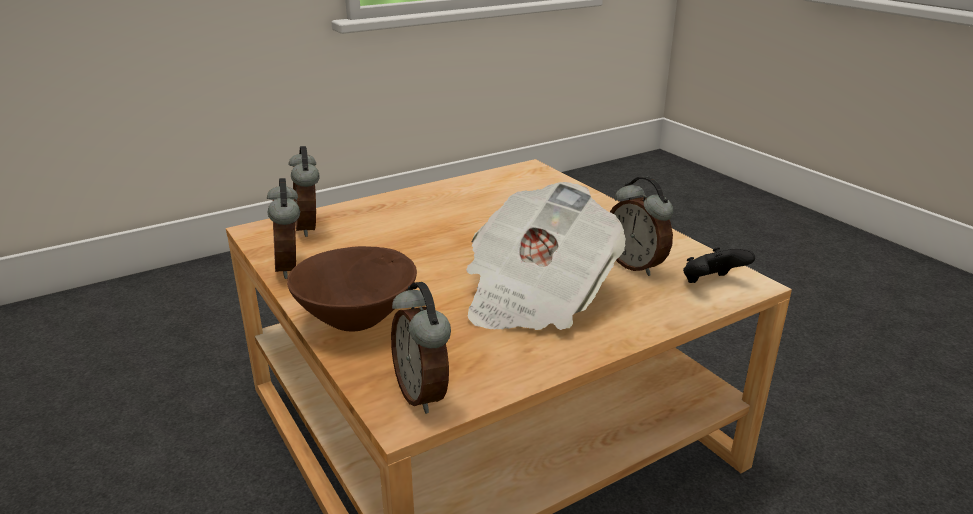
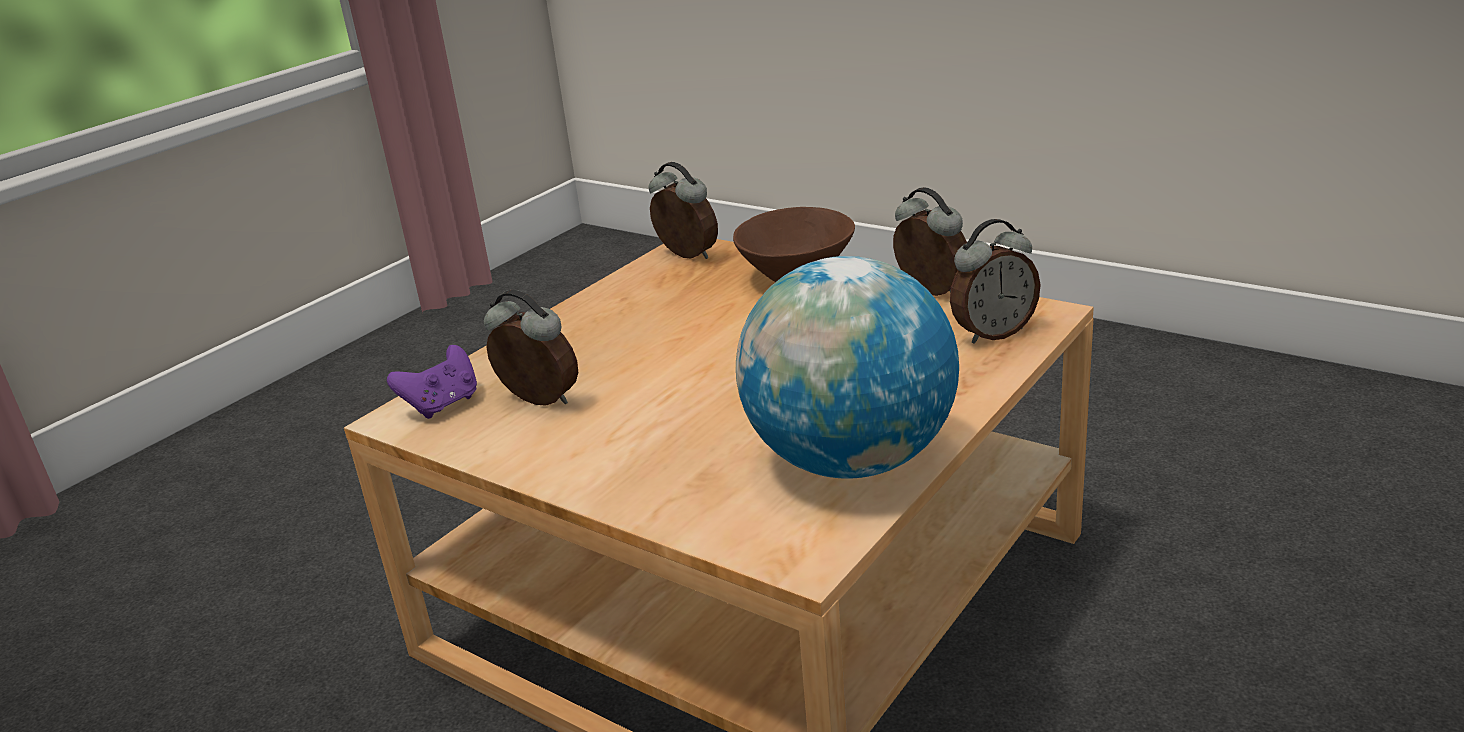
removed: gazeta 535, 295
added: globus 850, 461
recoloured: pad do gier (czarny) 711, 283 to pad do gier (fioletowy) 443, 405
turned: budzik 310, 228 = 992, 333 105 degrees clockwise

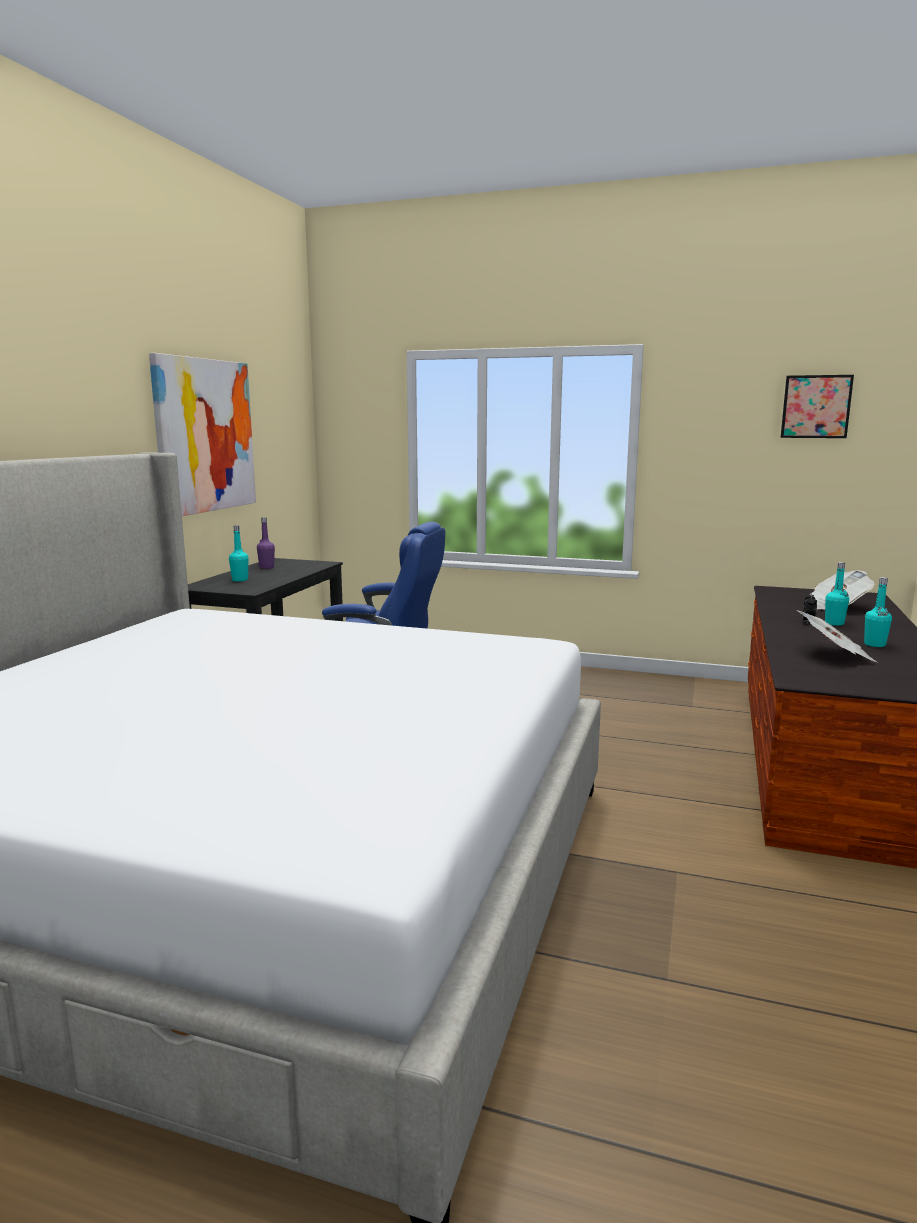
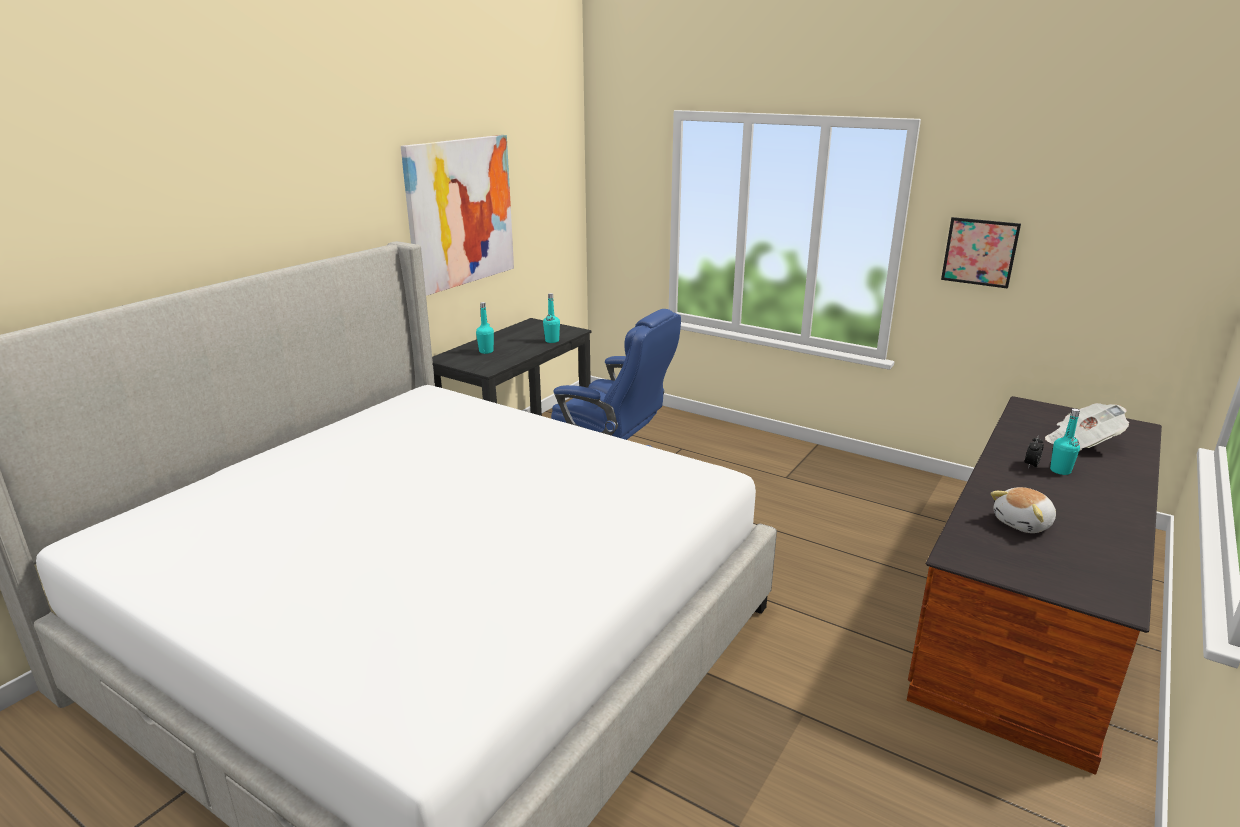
removed: butelka (fioletowy) 266, 567
moved: butelka (turkusowy) 874, 644 to 552, 341; obraz 816, 406 to 980, 252
replaced: gazeta 835, 656 to pluszak 1023, 523

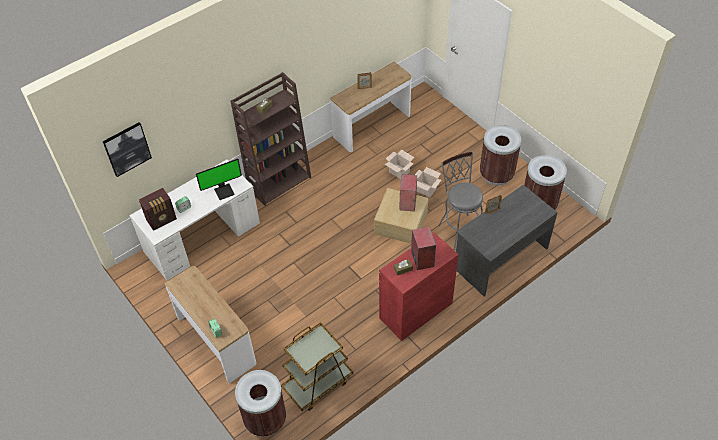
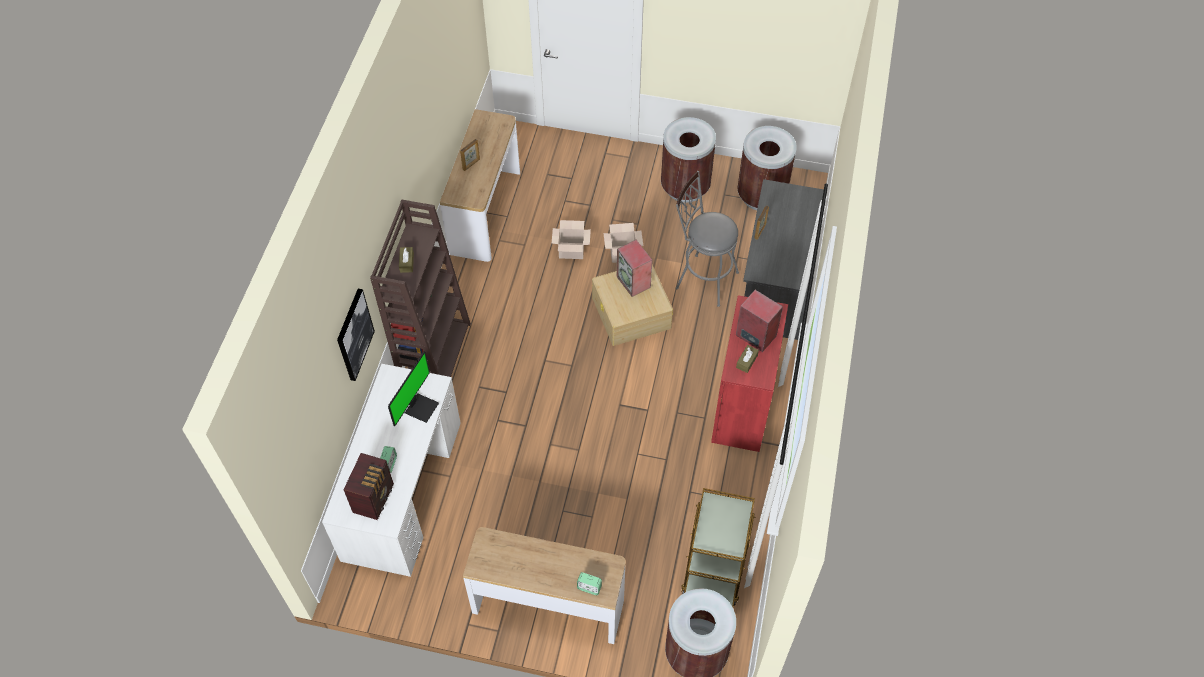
moved: obraz 127, 149 to 354, 334

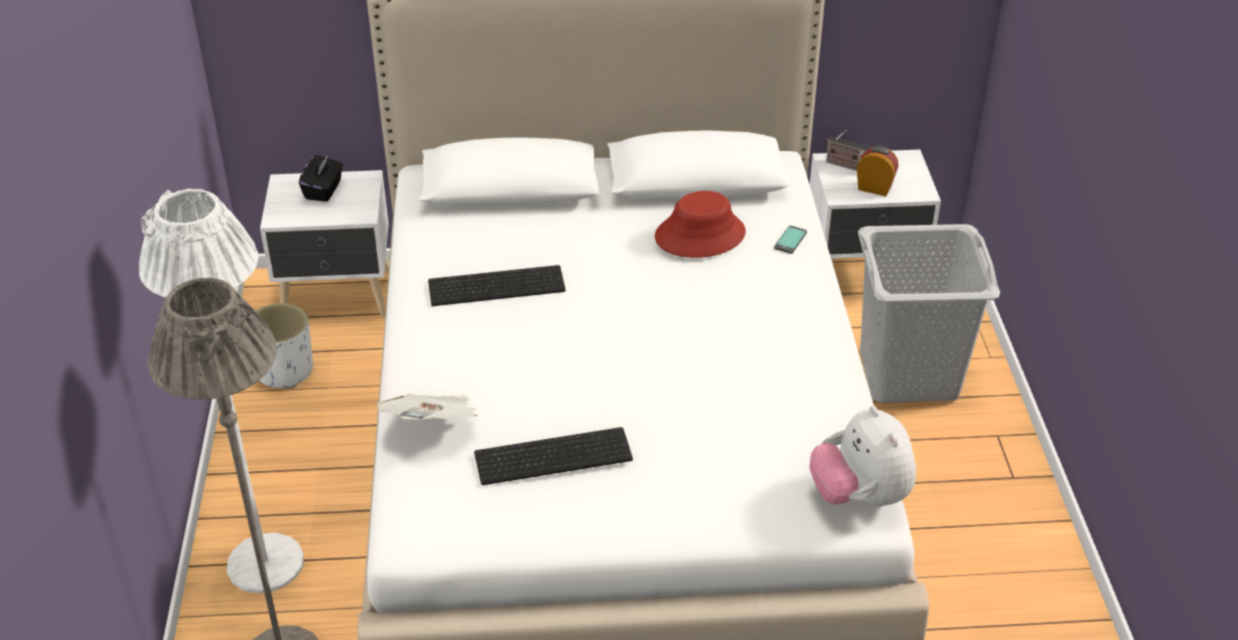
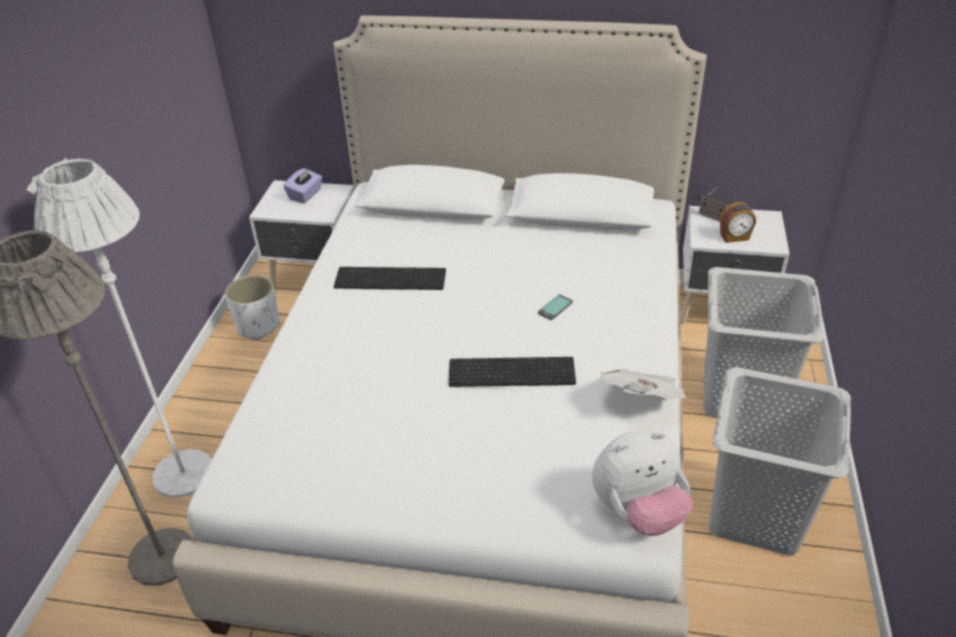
removed: kapelusz (czerwony) 700, 235
added: kosz na pranie (szary) 756, 515
moved: klawiatura 554, 454 to 513, 370; telefon 790, 240 to 555, 308; gazeta 433, 426 to 644, 400
recoloured: pudełko chusteczek (czarny) 324, 190 to pudełko chusteczek (fioletowy) 305, 195
turned: pluszak 860, 496 = 638, 511 105 degrees counterclockwise; budzik 875, 187 = 734, 237 135 degrees clockwise

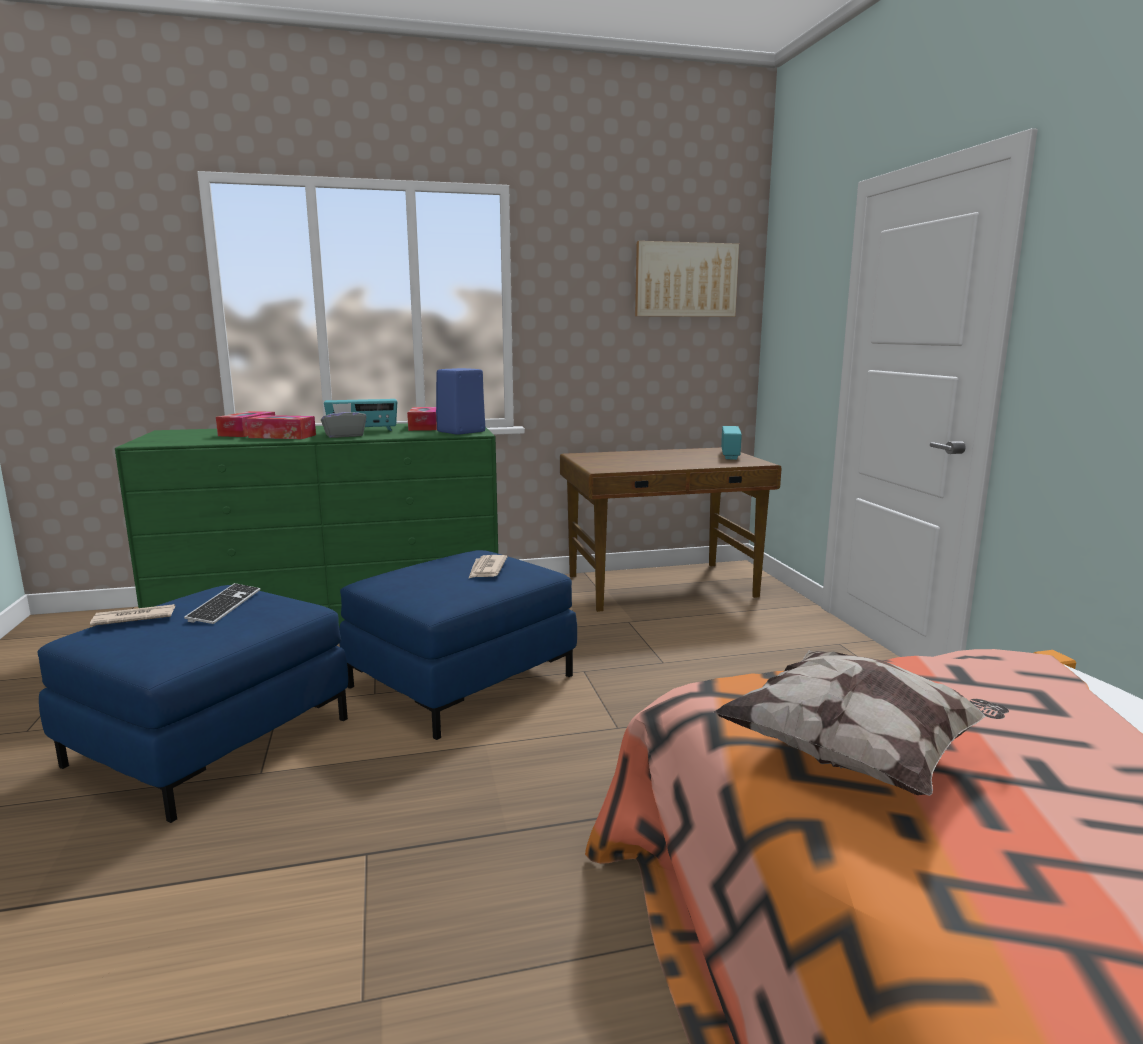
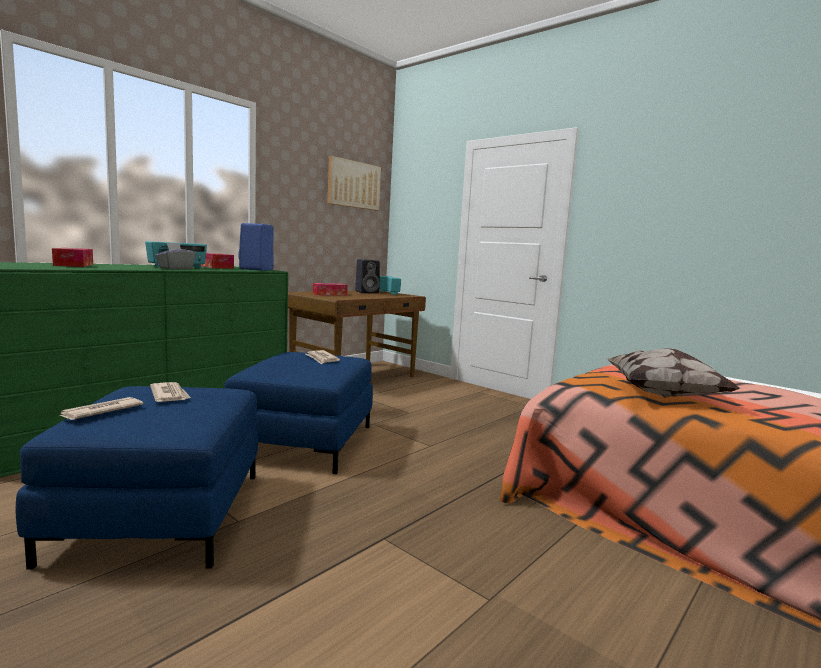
added: głośnik (czarny) 367, 292
moved: pudełko chusteczek 282, 436 to 329, 294
replaced: klawiatura 225, 605 to gazeta 170, 395

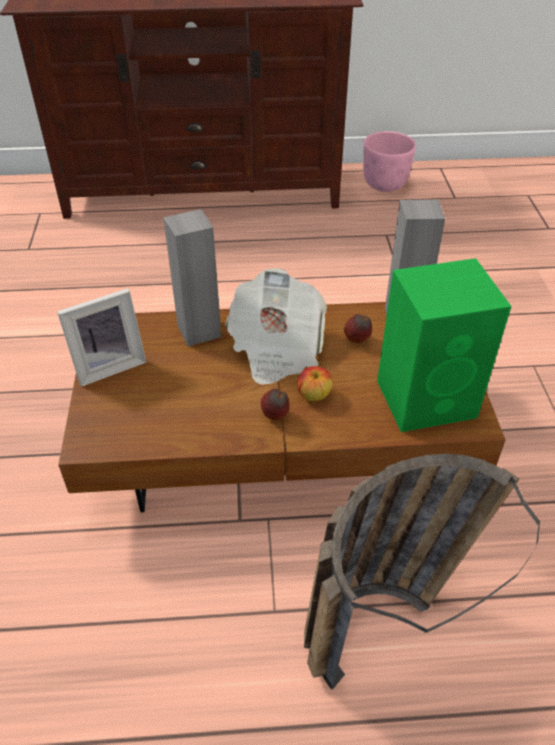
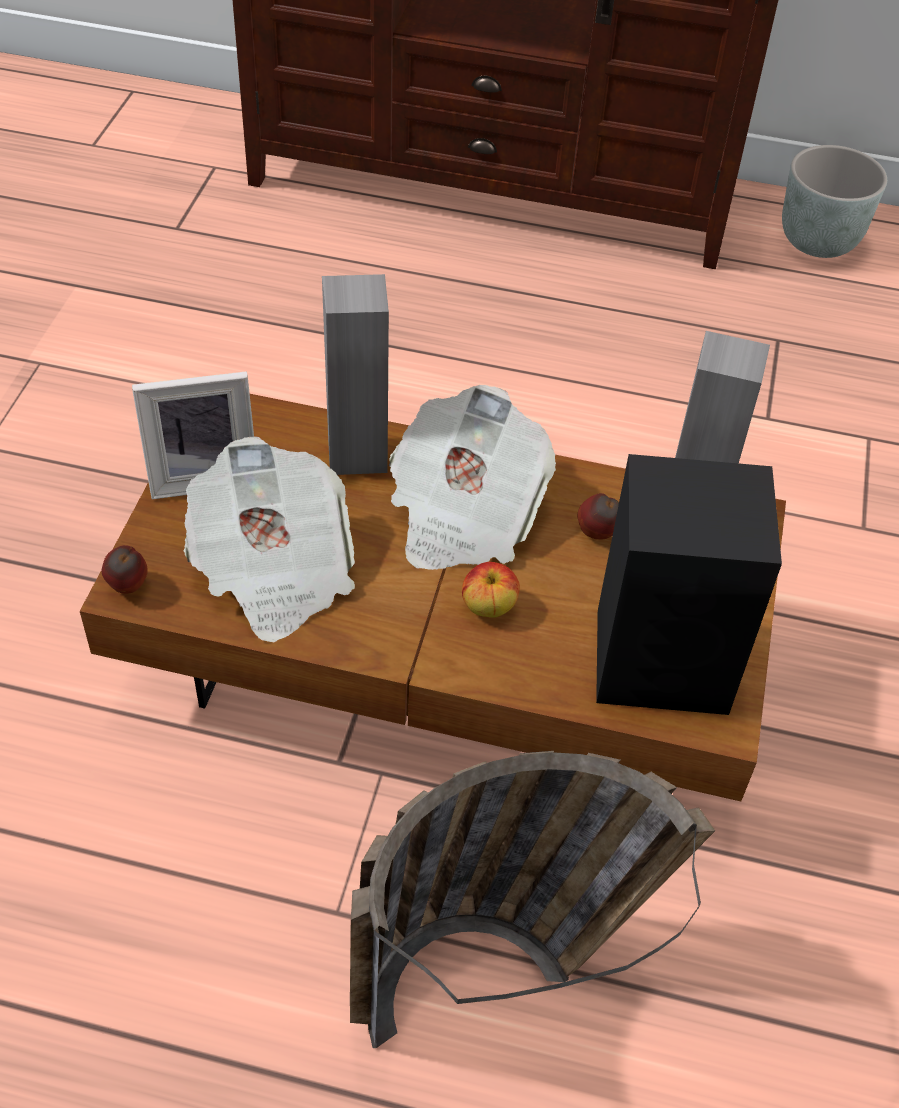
added: gazeta 273, 570
moved: jabłko 275, 416 to 128, 587
recoloured: głośnik (zielony) 428, 398 to głośnik (czarny) 665, 661; donica (różowy) 385, 185 to donica (szary) 819, 242

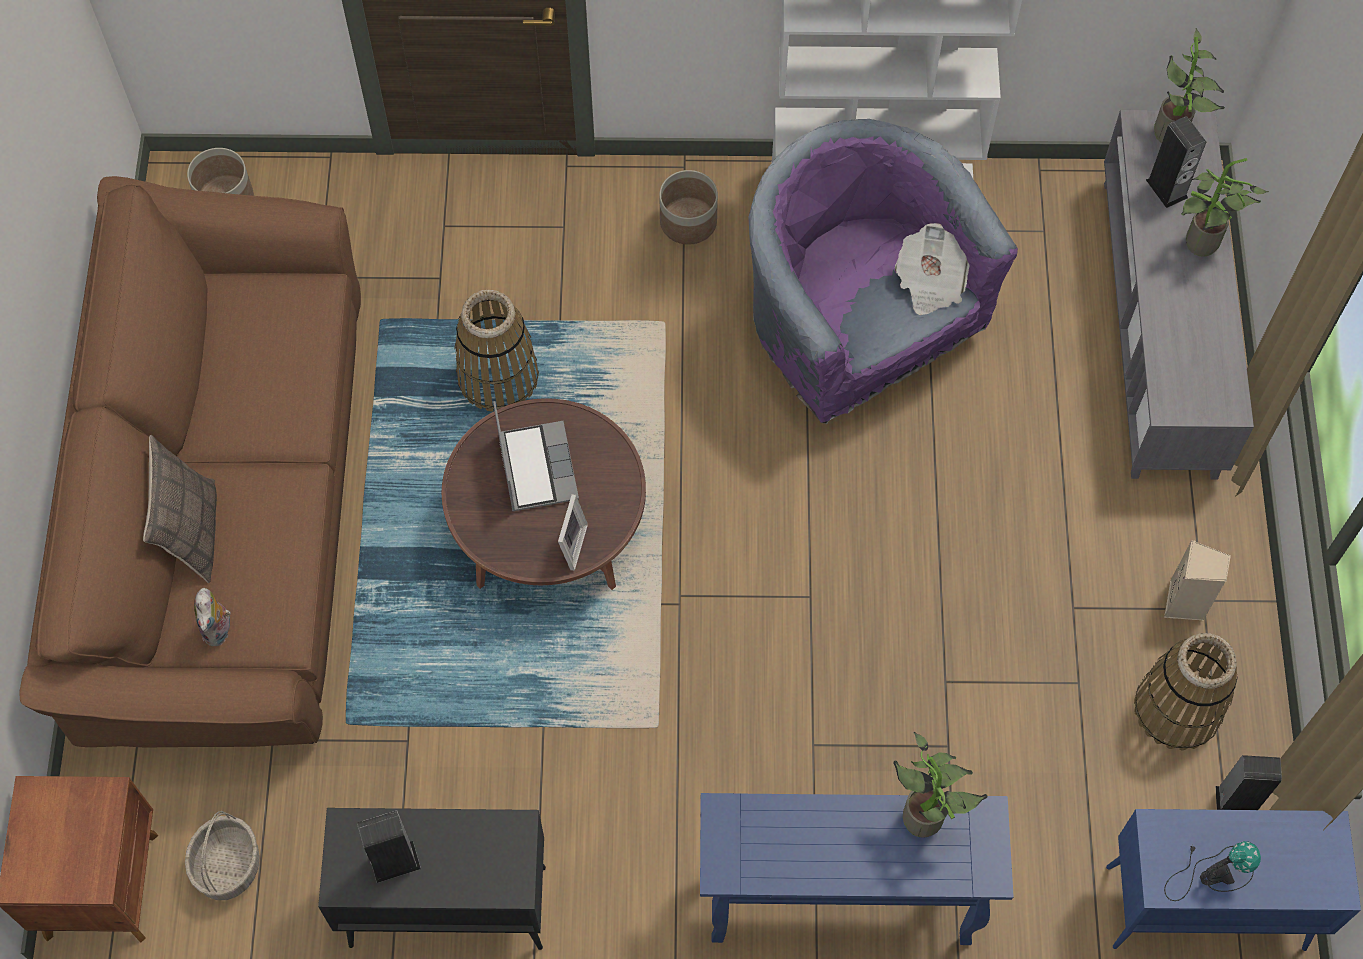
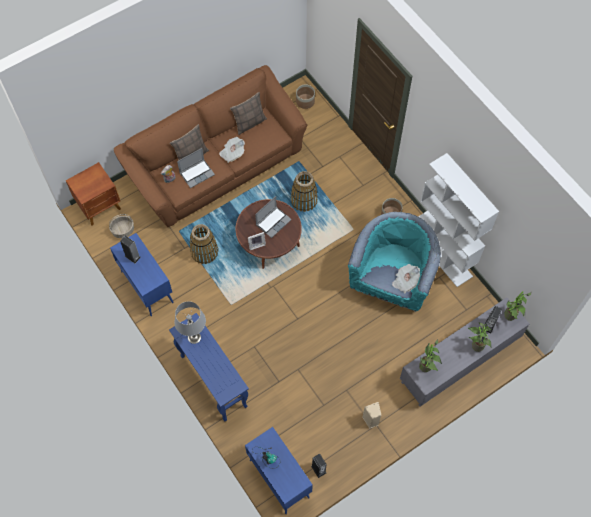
added: lampa stołowa (szary) 194, 337; laptop 197, 173; gazeta 232, 153; poduszka 249, 123
moved: koszyk 1177, 709 to 204, 252; roślina doniczkowa 928, 817 to 426, 367
recoloured: szafka (czarny) 445, 907 to szafka (niebieski) 146, 286; fotel (fioletowy) 857, 328 to fotel (turkusowy) 391, 279

